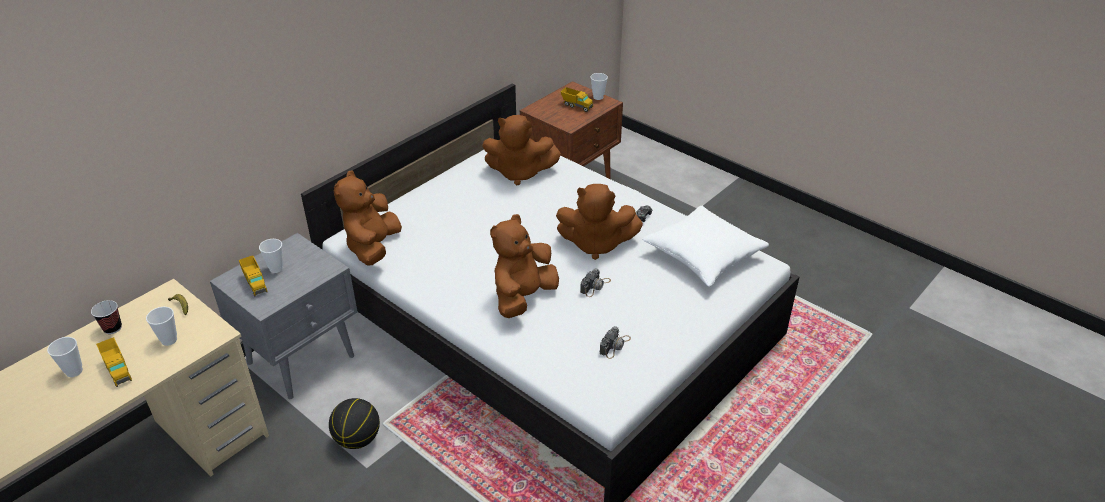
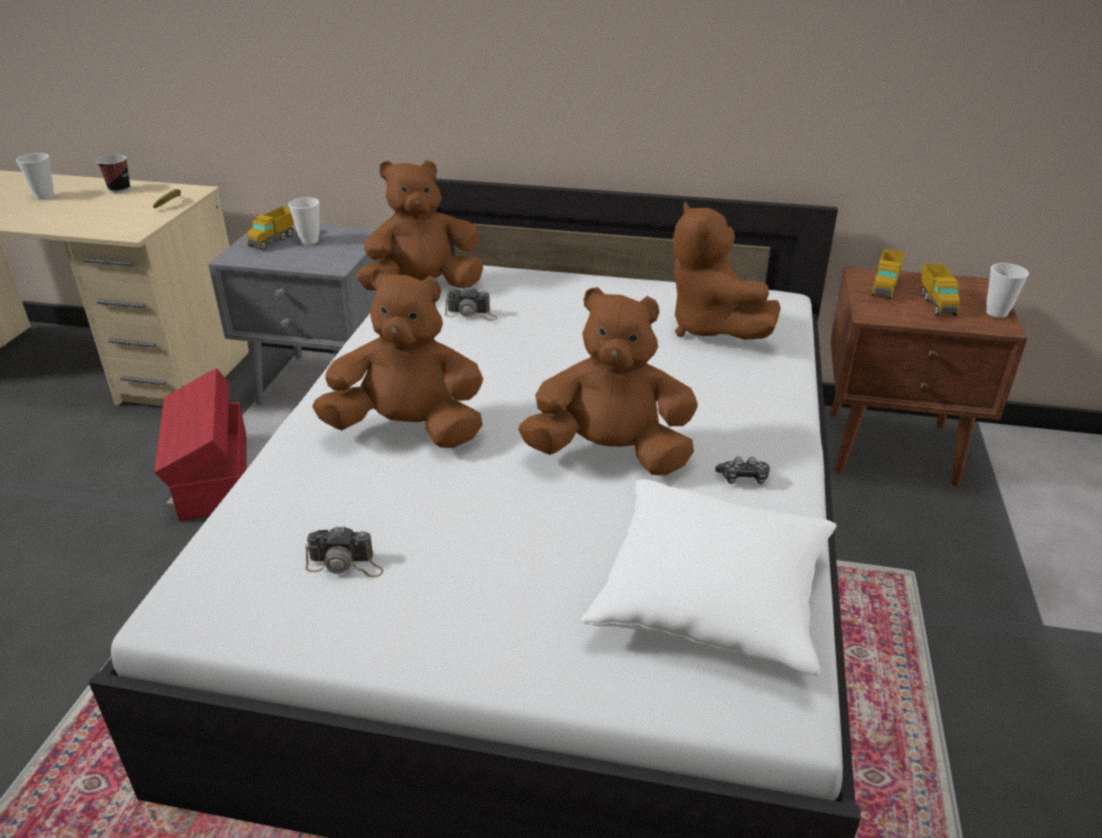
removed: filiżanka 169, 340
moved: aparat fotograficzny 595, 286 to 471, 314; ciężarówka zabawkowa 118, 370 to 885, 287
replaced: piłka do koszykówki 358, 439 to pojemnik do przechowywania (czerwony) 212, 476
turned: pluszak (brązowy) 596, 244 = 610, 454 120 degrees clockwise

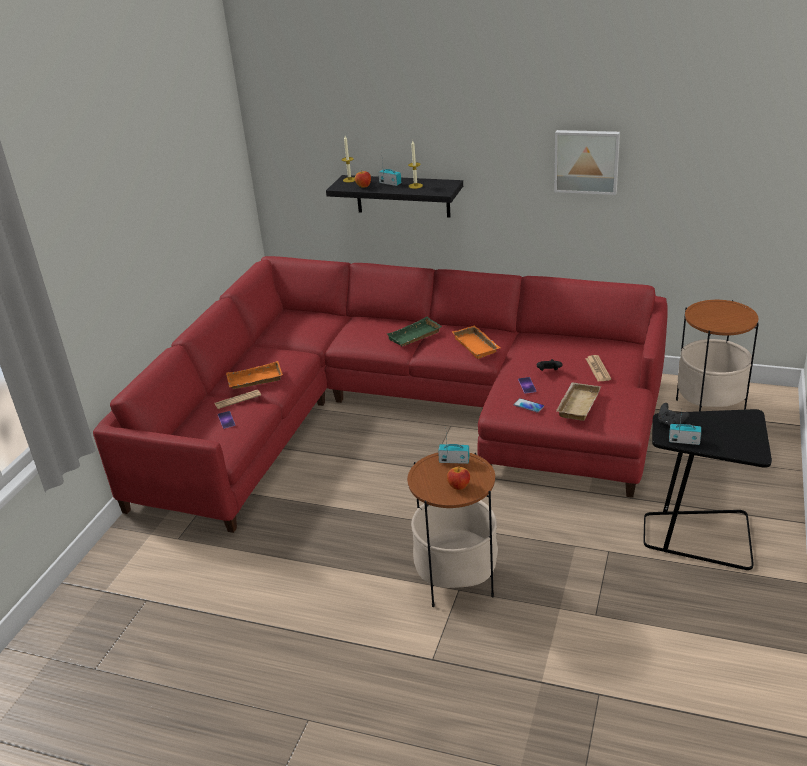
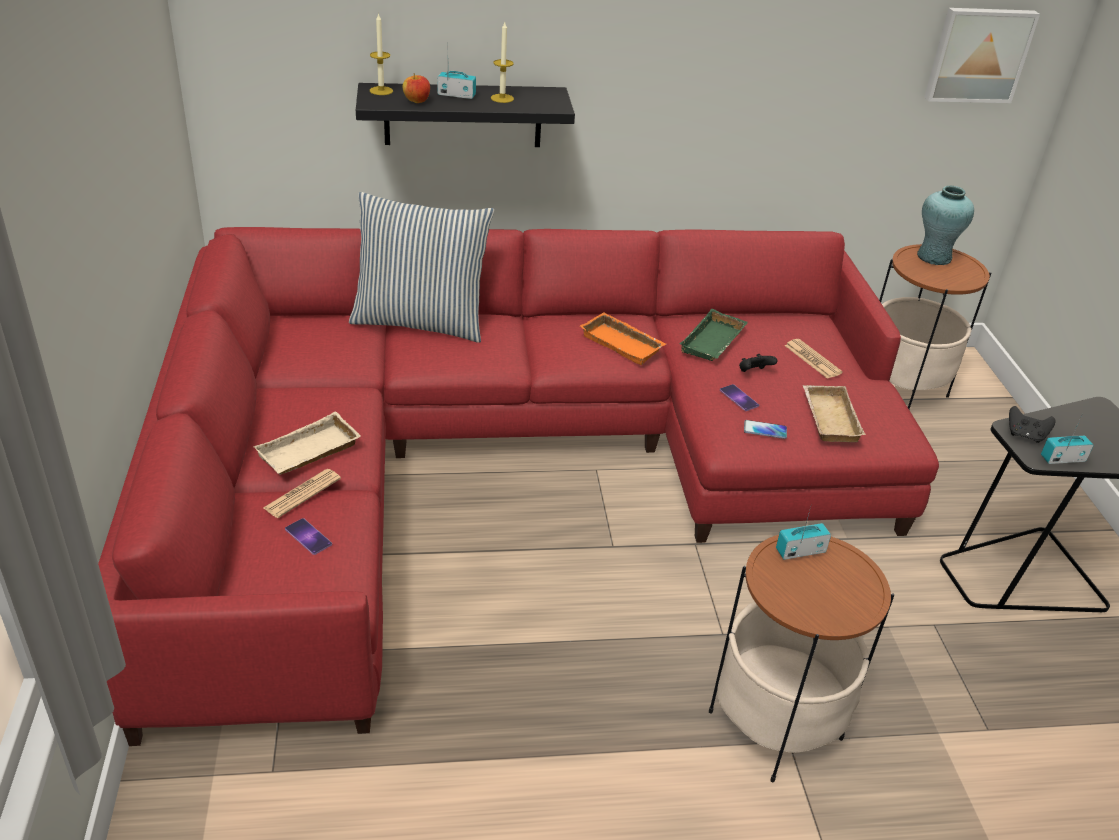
removed: jabłko 459, 486
added: poduszka 420, 321; wazon (turkusowy) 933, 257
moved: taca (zielony) 415, 337 to 714, 343; obraz 586, 161 to 978, 54
recoloured: taca (pomarańczowy) 254, 381 to taca (beżowy) 309, 453

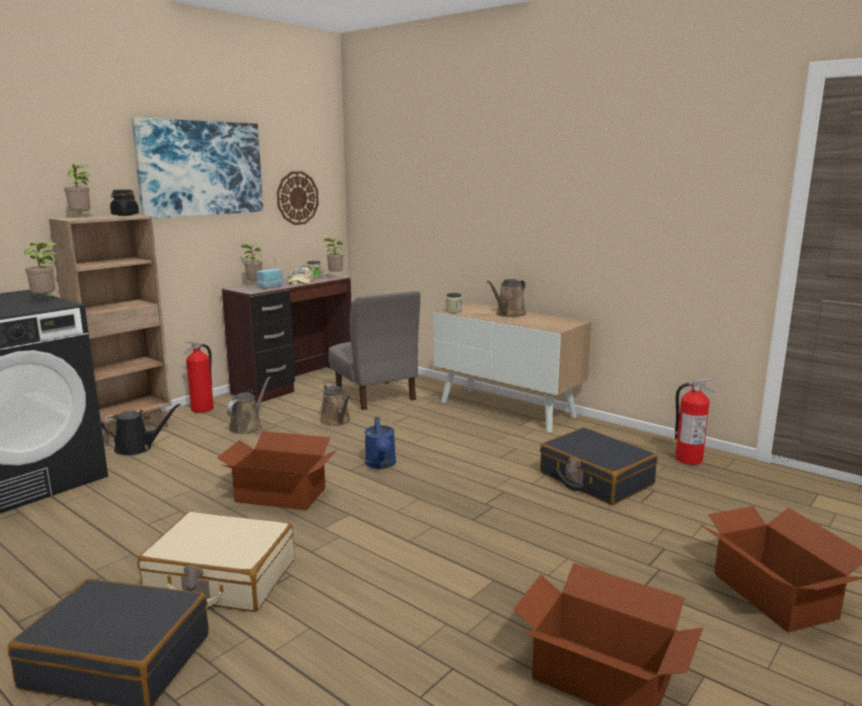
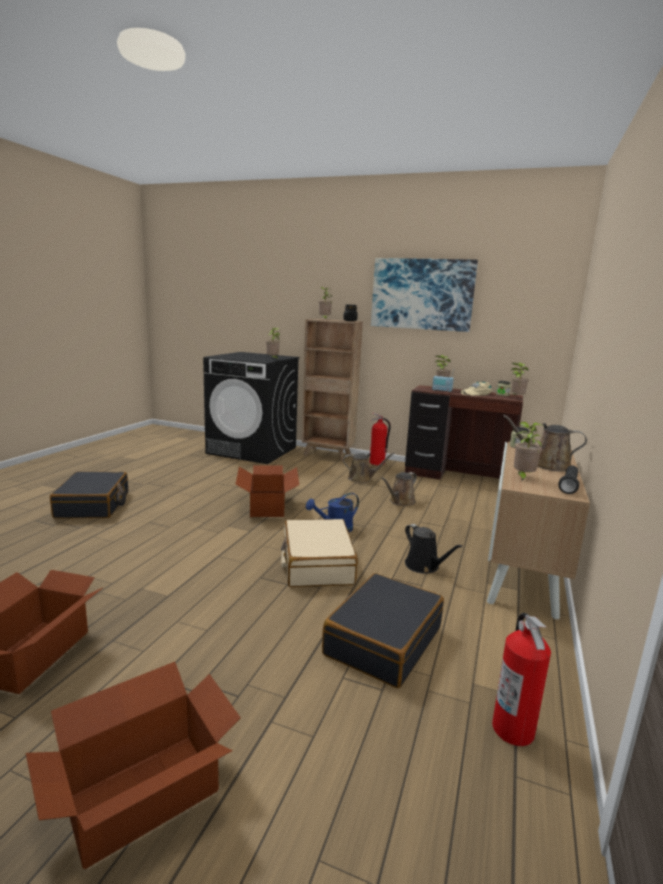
removed: zegar ścienny 297, 198; krzesło (szary) 375, 395
added: roślina doniczkowa 523, 477; latarka (czarny) 568, 486
moved: walizka (beżowy) 221, 578 to 316, 564; konewka (czarny) 137, 448 to 424, 566

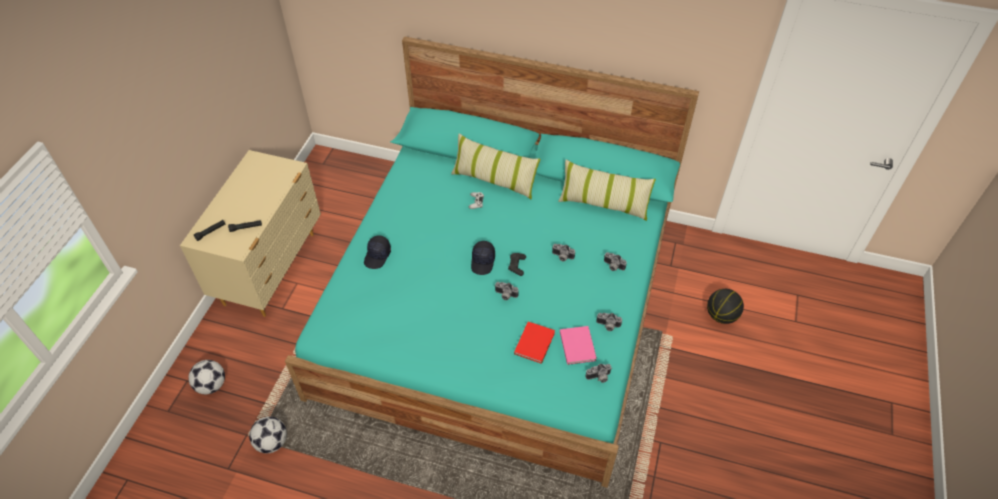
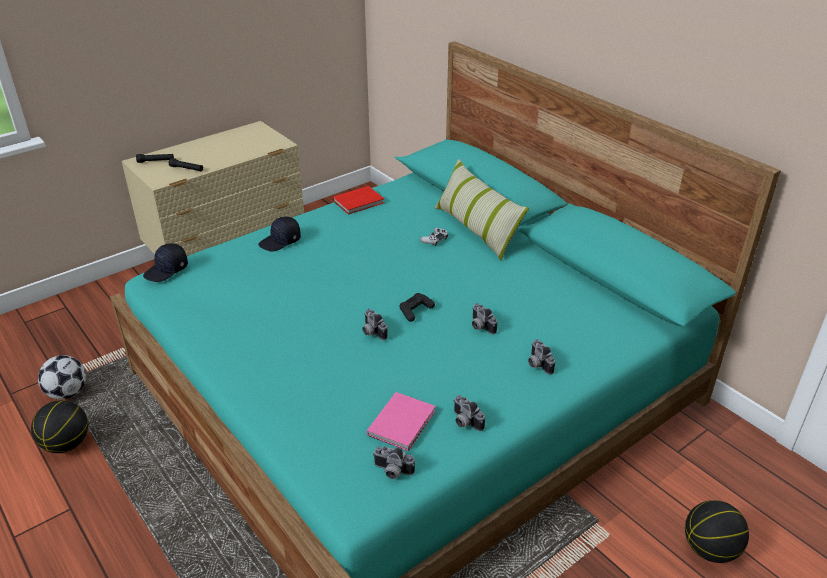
removed: piłka futbolowa 211, 385; poduszka 603, 204
added: piłka do koszykówki 66, 444
moved: czapka z daszkiem (czarny) 483, 261 to 167, 270; książka (czerwony) 535, 342 to 360, 202

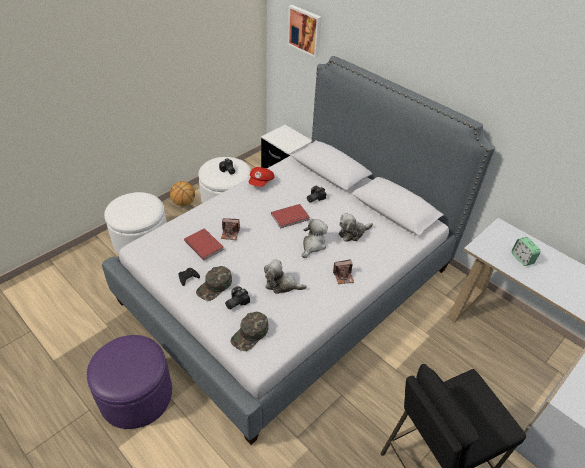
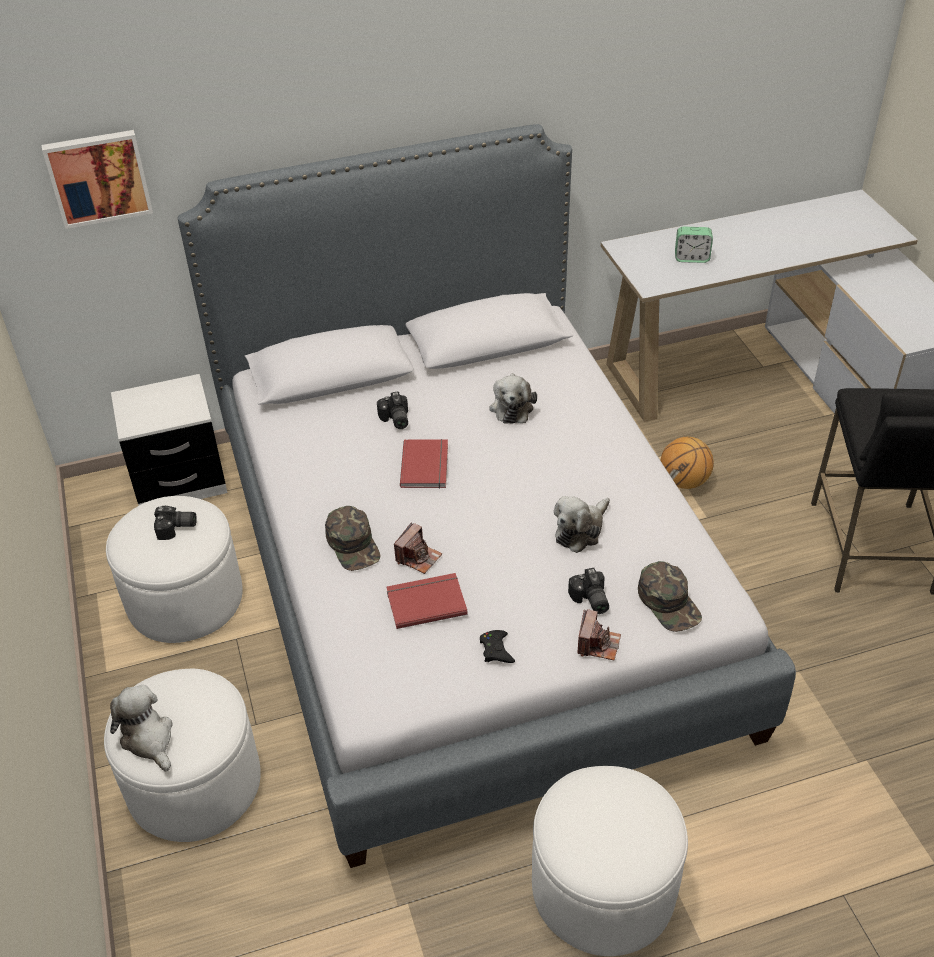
removed: czapka z daszkiem (czerwony) 261, 182
moved: pluszak 313, 245 to 148, 739; czapka z daszkiem (zielony) 215, 286 to 353, 544; aparat fotograficzny 343, 276 to 598, 644; piłka do koszykówki 183, 203 to 684, 481
recoloured: pufa (fioletowy) 136, 395 to pufa (biały) 603, 887

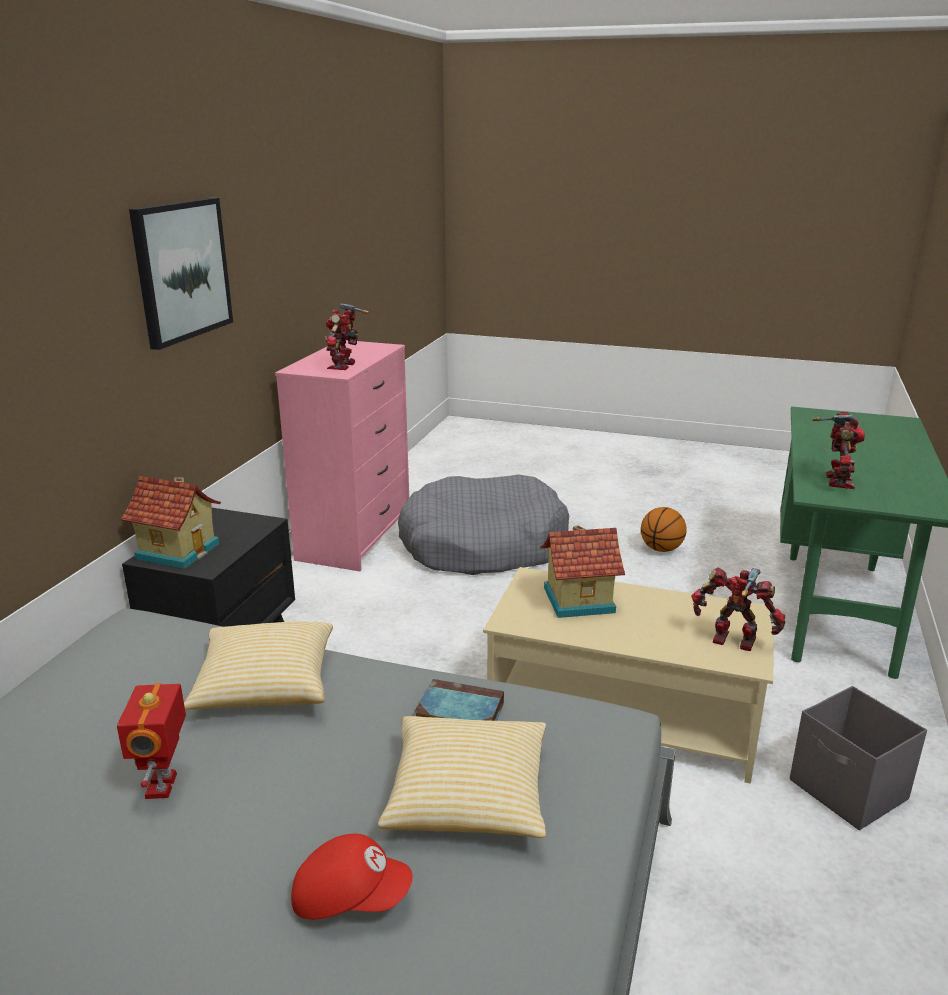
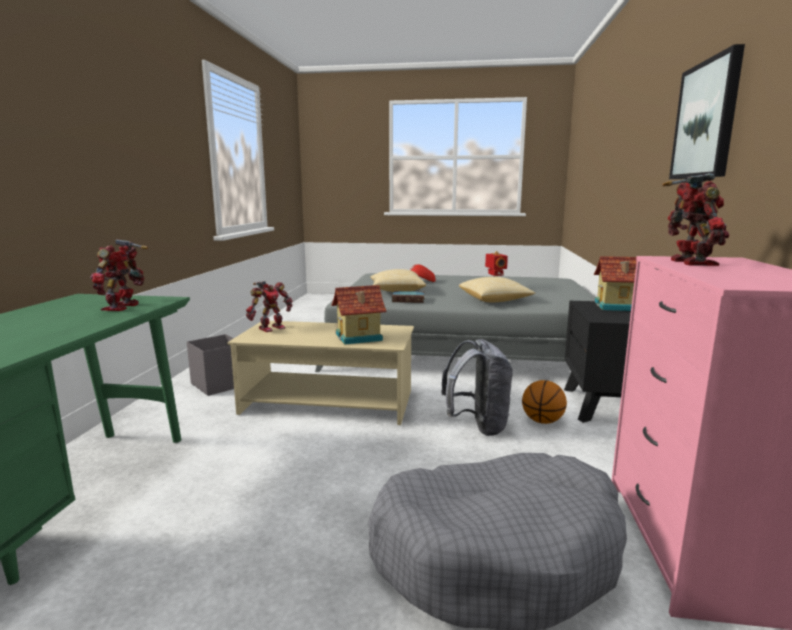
added: plecak (szary) 477, 426
moved: piłka do koszykówki 661, 549 to 542, 421
turned: robot zabawkowy 733, 642 = 270, 328 60 degrees counterclockwise

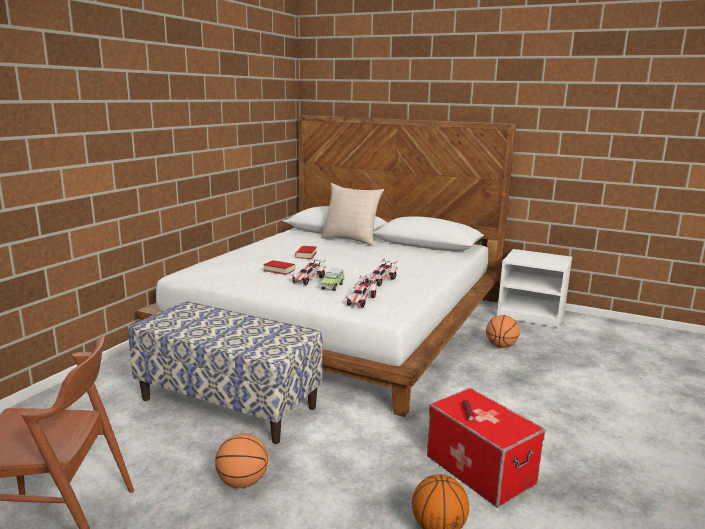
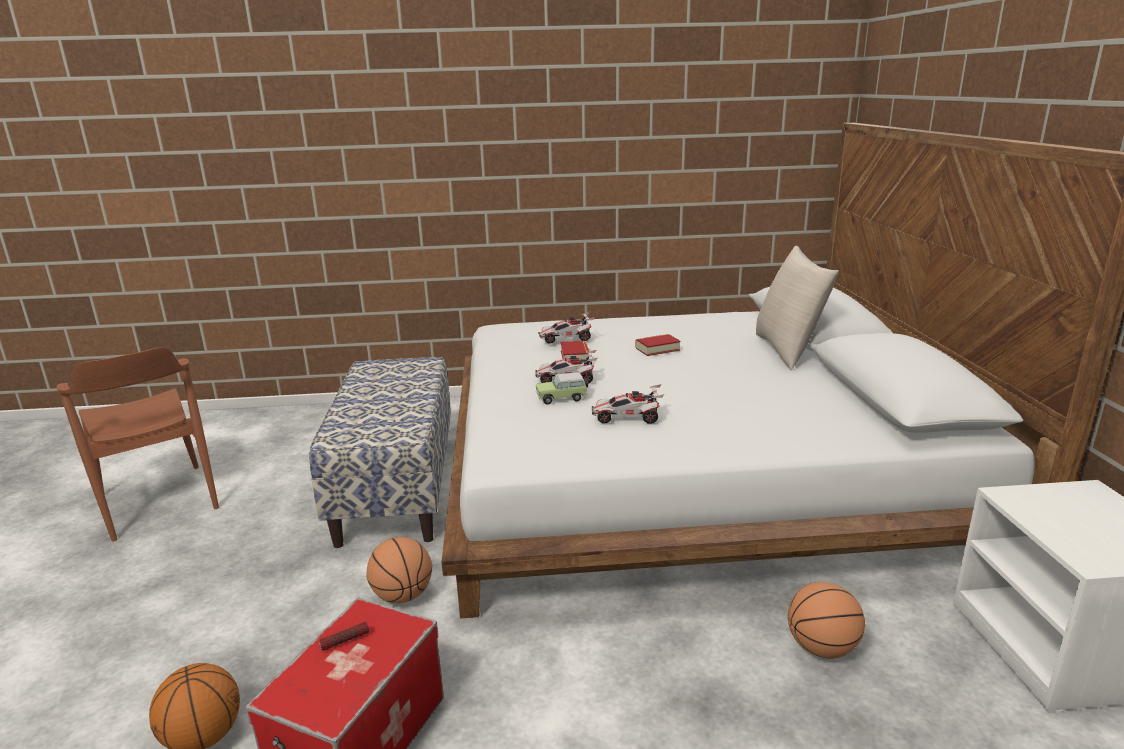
moved: piłka do koszykówki 242, 482 to 403, 596; samochodzik 361, 301 to 566, 339

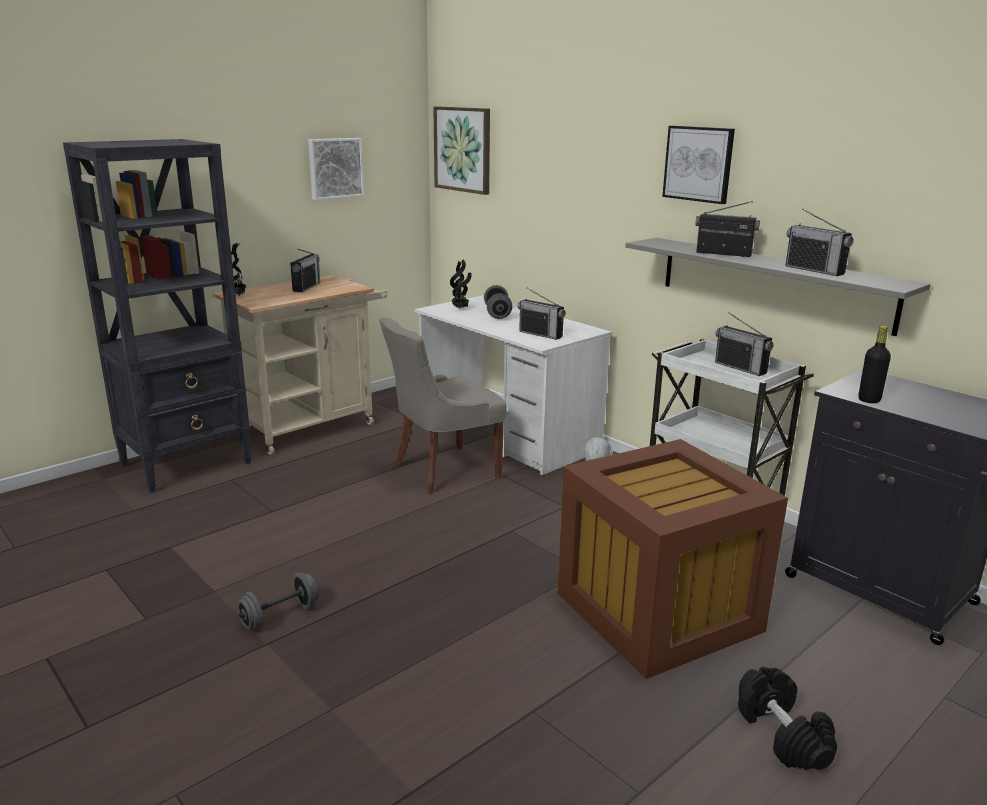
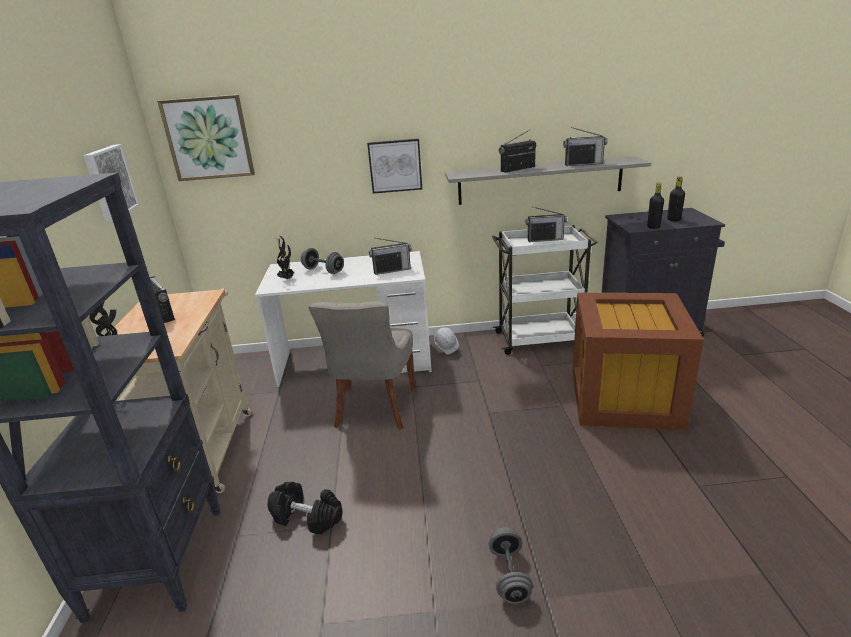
added: butelka (czarny) 673, 219
moved: hantel (czarny) 783, 735 to 307, 517; obraz 698, 164 to 395, 166

